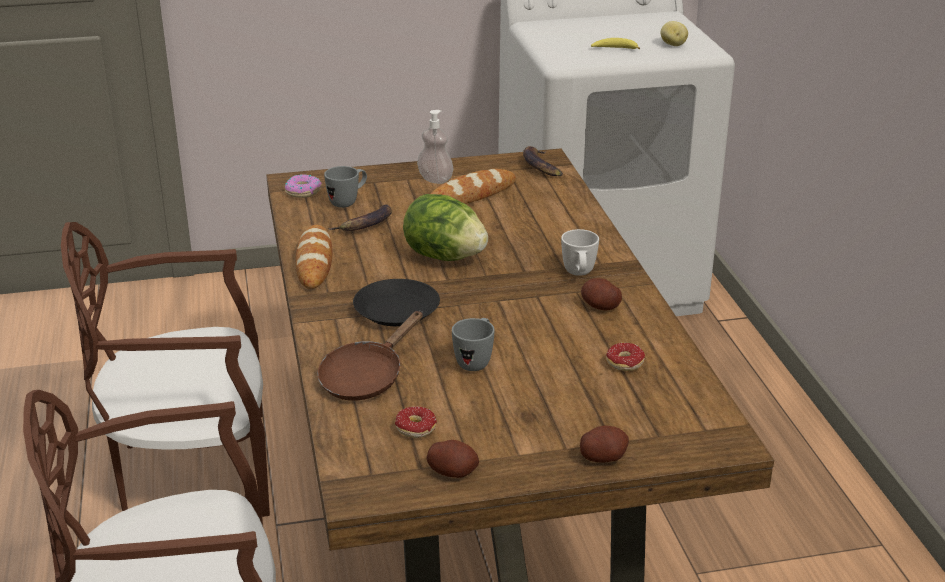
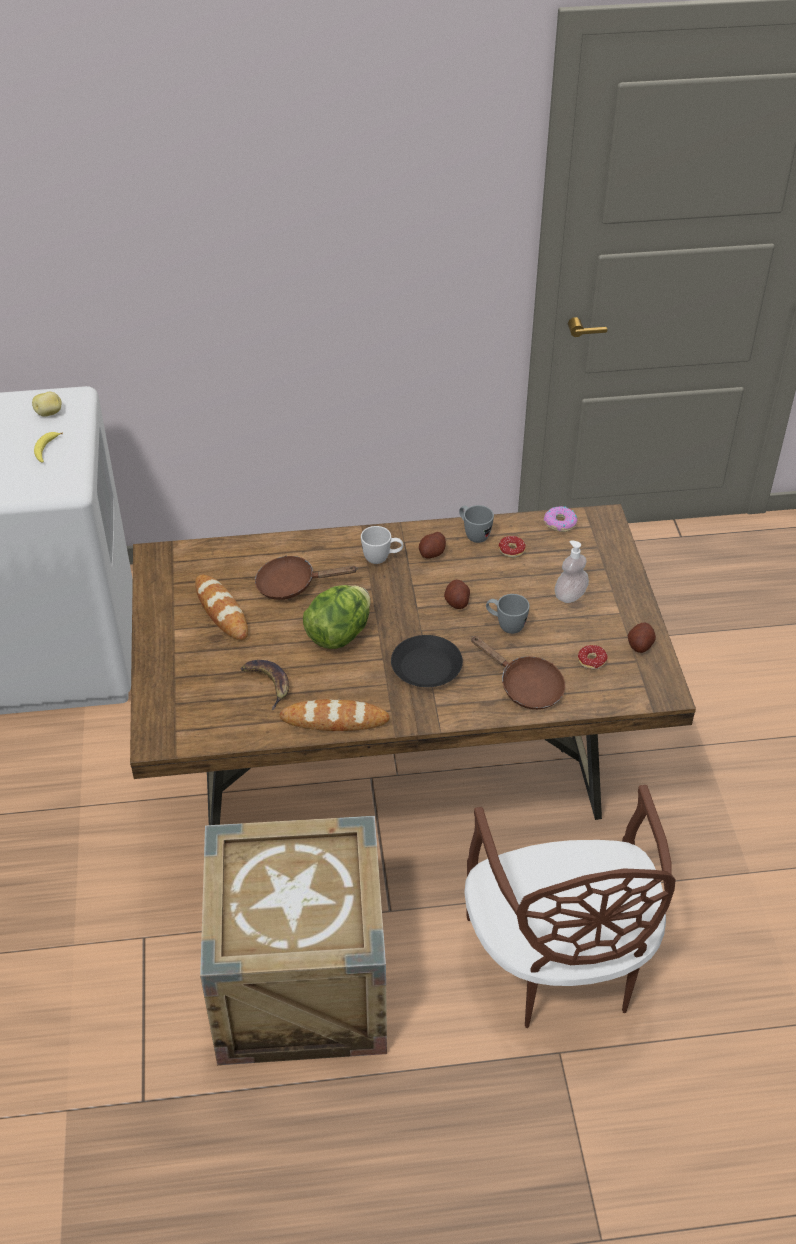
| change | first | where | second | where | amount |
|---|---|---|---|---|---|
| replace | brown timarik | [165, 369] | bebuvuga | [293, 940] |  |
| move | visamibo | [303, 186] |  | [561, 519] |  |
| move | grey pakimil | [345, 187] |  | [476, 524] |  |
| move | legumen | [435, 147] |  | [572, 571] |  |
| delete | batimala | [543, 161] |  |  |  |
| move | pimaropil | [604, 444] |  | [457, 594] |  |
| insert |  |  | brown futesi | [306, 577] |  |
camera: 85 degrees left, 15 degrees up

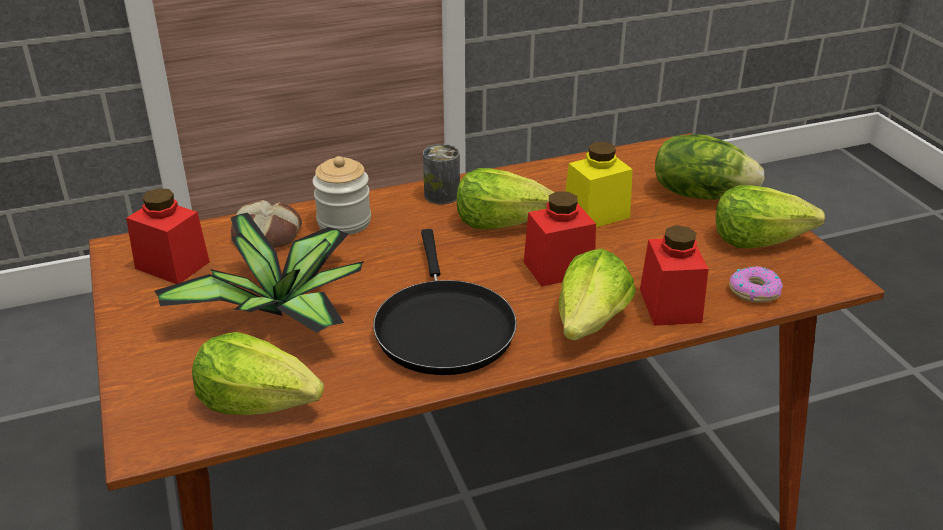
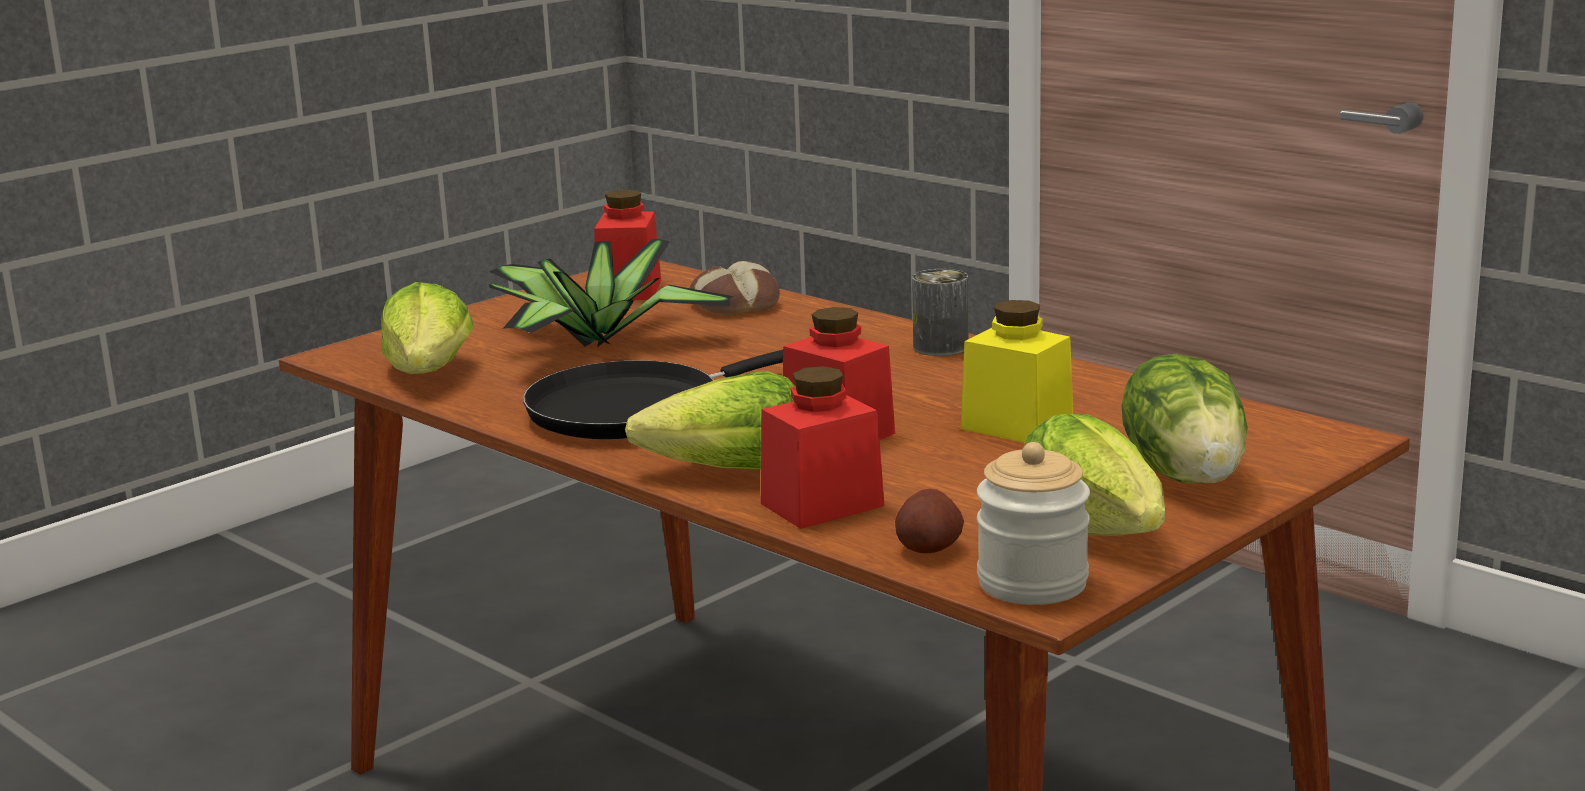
| change | first | where | second | where | amount |
|---|---|---|---|---|---|
| move | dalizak | [342, 195] |  | [1033, 523] |  |
| delete | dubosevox | [506, 198] |  |  |  |
| replace | visamibo | [756, 284] | pimaropil | [929, 521] |  |
camera: 65 degrees right, 15 degrees down

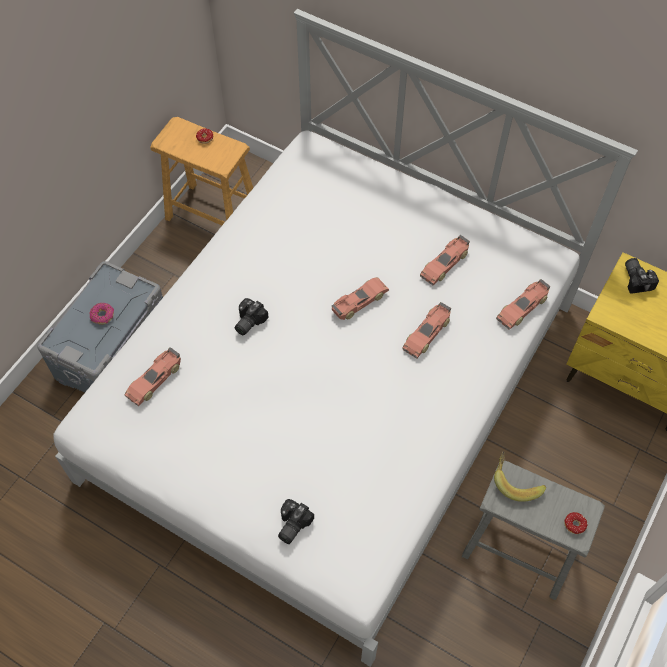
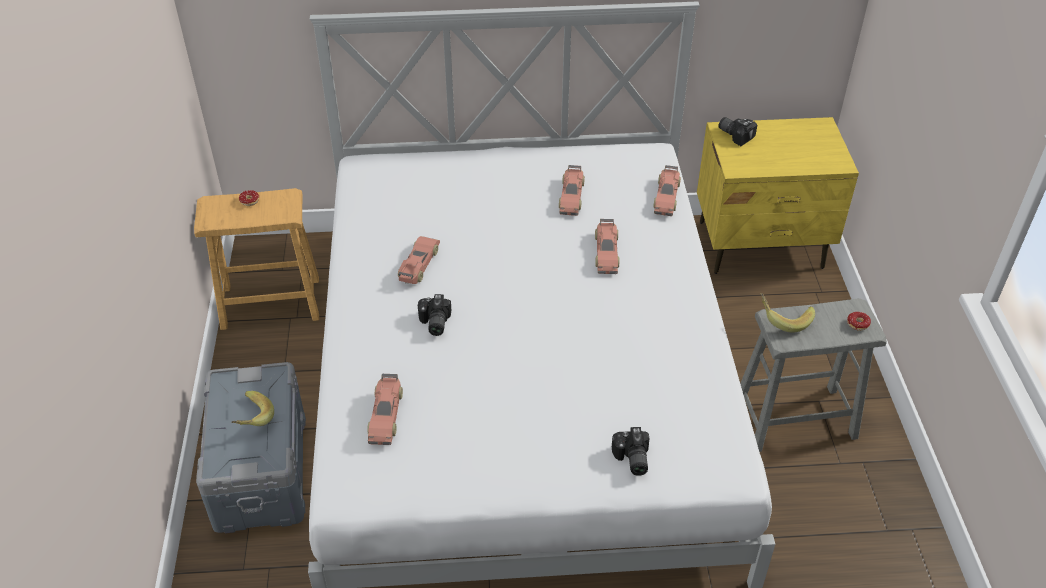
| change | first | where | second | where | amount |
|---|---|---|---|---|---|
| replace | visamibo | [101, 313] | batimala | [252, 408] |  |
| move | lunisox | [360, 298] |  | [419, 260] |  |
camera: 35 degrees left, 15 degrees down

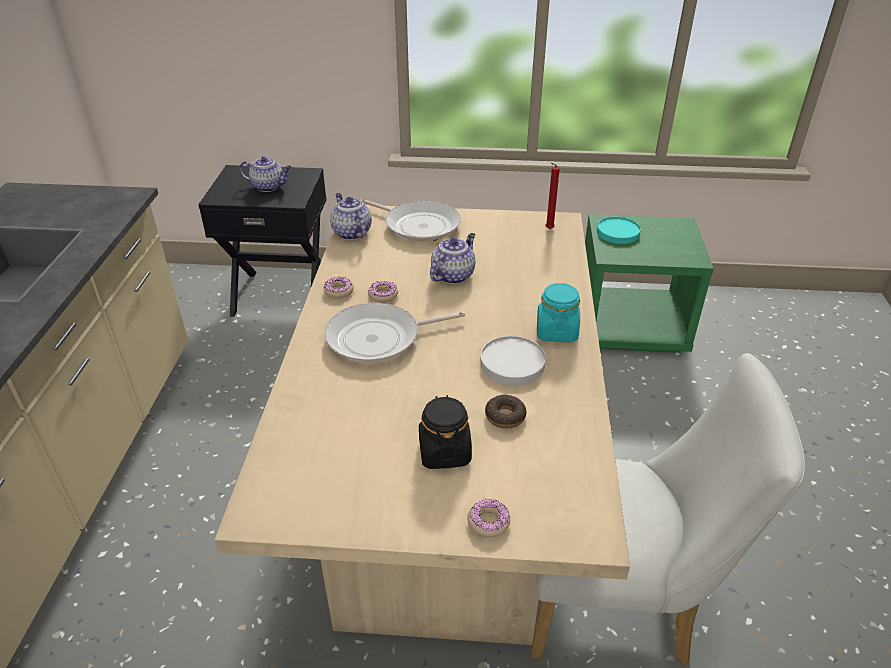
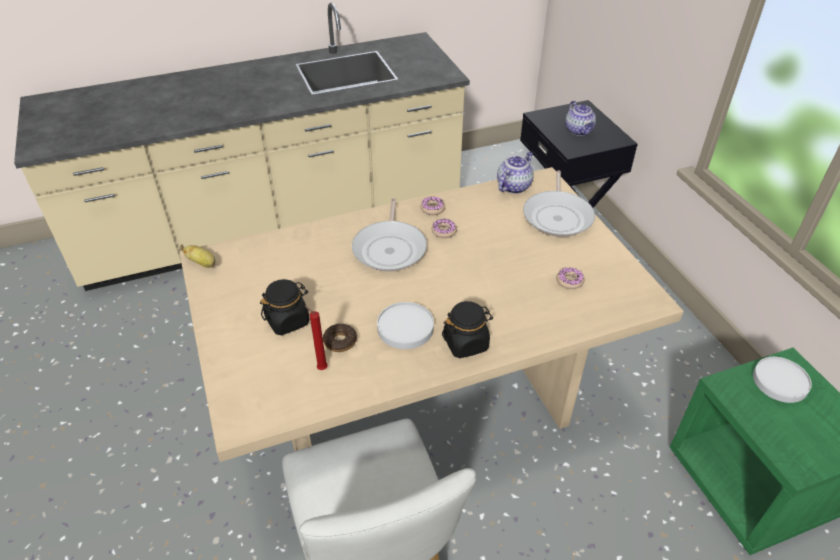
| change | first | where | second | where | amount |
|---|---|---|---|---|---|
| rotate | futesi | [394, 333] |  | [389, 235] | 135 degrees counterclockwise |
| delete | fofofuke | [452, 258] |  |  |  |
| move | visamibo | [488, 518] |  | [570, 278] |  |
| recolor | turquoise dalizak | [558, 312] | black dalizak | [467, 329] |  |
| move | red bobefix | [552, 196] |  | [316, 337] |  |
| recolor | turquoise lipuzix | [619, 230] | white lipuzix | [782, 380] |  |
| insert |  |  | batimala | [198, 256] |  |
camera: 65 degrees right, 5 degrees up

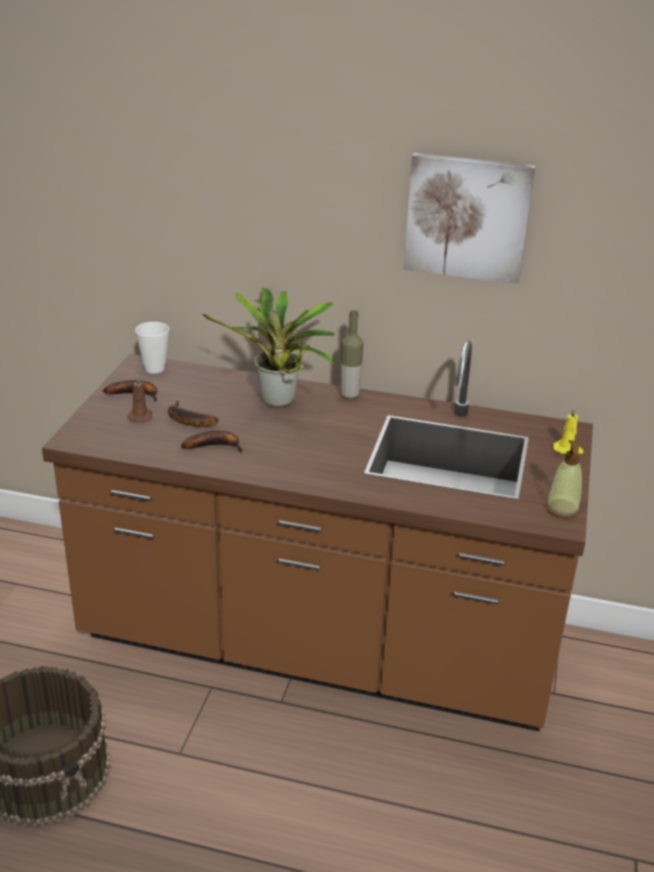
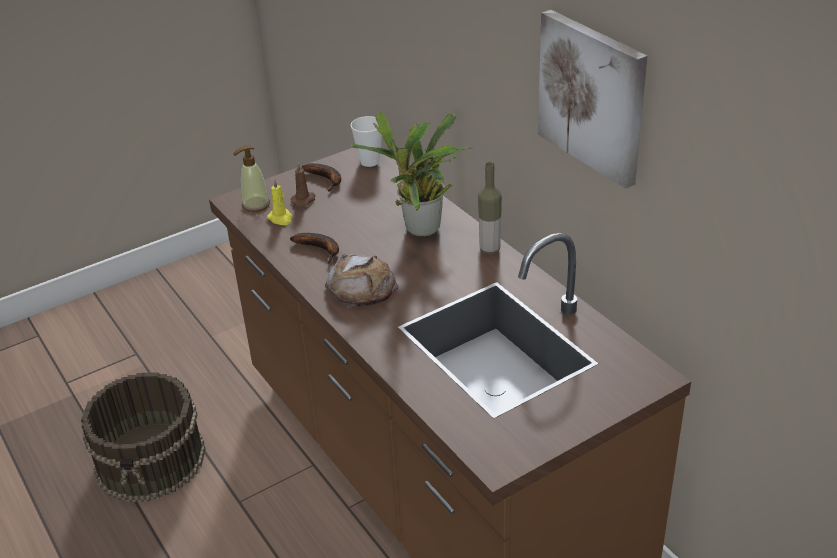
| change | first | where | second | where | amount |
|---|---|---|---|---|---|
| delete | batimala | [193, 413] |  |  |  |
| move | legumen | [564, 479] |  | [251, 178] |  |
| move | yellow bobefix | [568, 430] |  | [279, 202] |  |
| insert |  |  | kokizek | [361, 281] |  |
camera: 45 degrees right, 5 degrees up

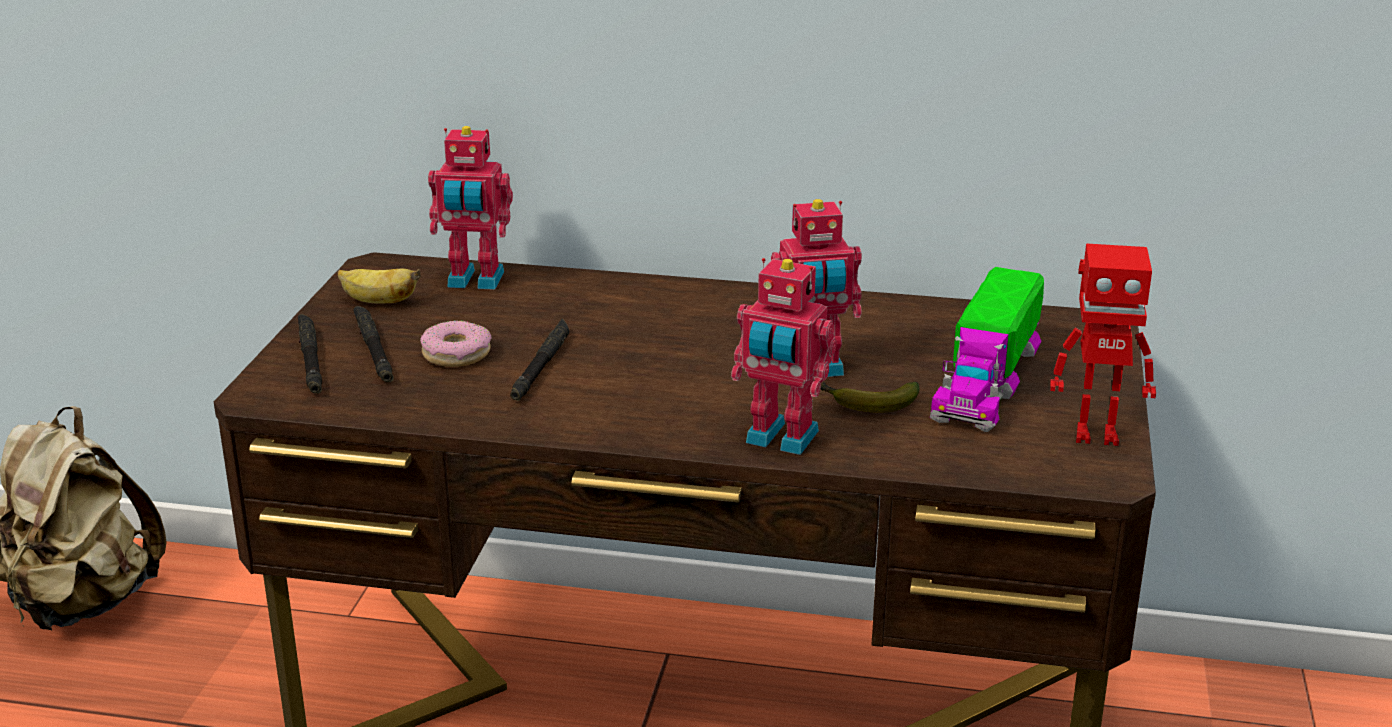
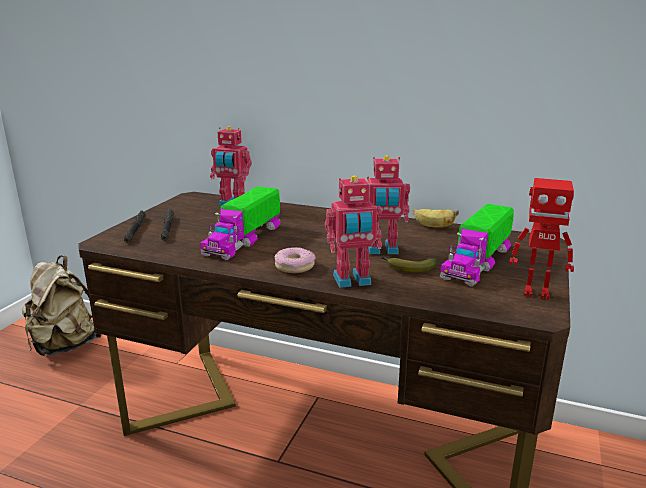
| change | first | where | second | where | amount |
|---|---|---|---|---|---|
| move | batimala | [379, 286] |  | [435, 218] |  |
| move | visamibo | [456, 343] |  | [295, 260] |  |
| replace | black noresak | [539, 360] | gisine | [240, 223] |  |
| rotate | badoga | [783, 356] |  | [353, 232] | 45 degrees counterclockwise |
camera: 10 degrees right, 5 degrees down

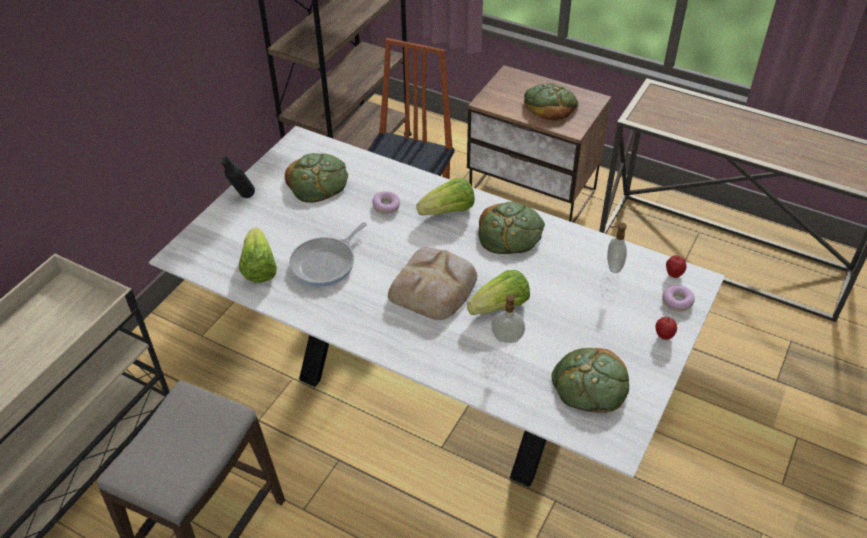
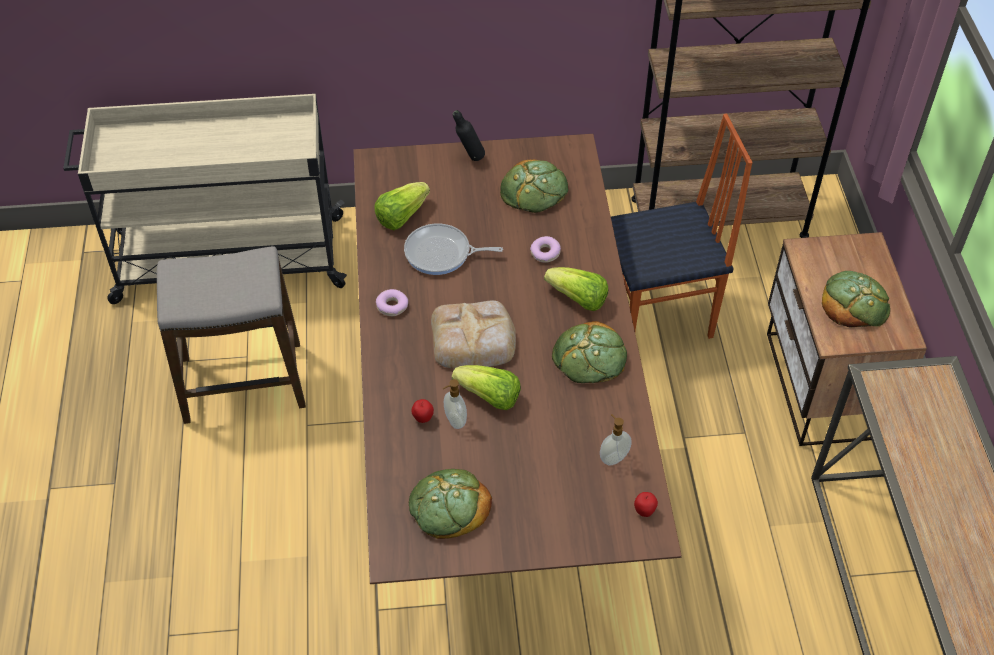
| change | first | where | second | where | amount |
|---|---|---|---|---|---|
| recolor | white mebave | [437, 306] | brown mebave | [517, 359] |  |
| move | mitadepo | [666, 328] |  | [422, 411] |  |
| move | visamibo | [678, 298] |  | [392, 302] |  |
camera: 55 degrees right, 5 degrees up

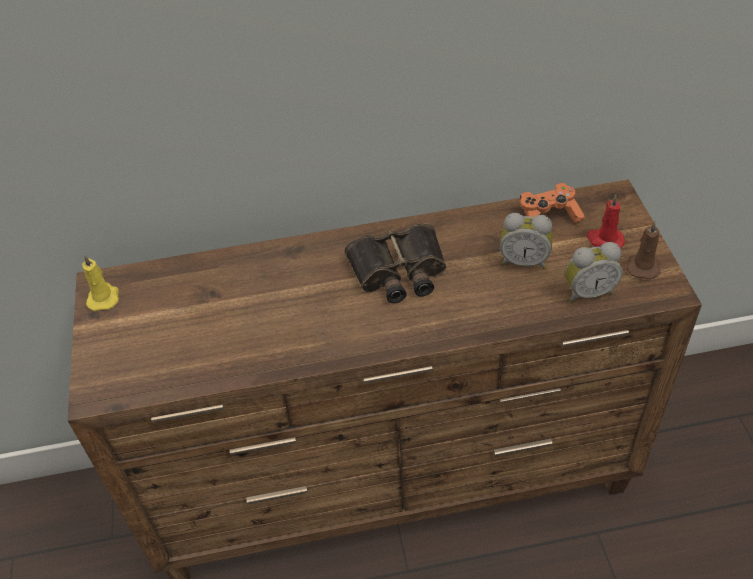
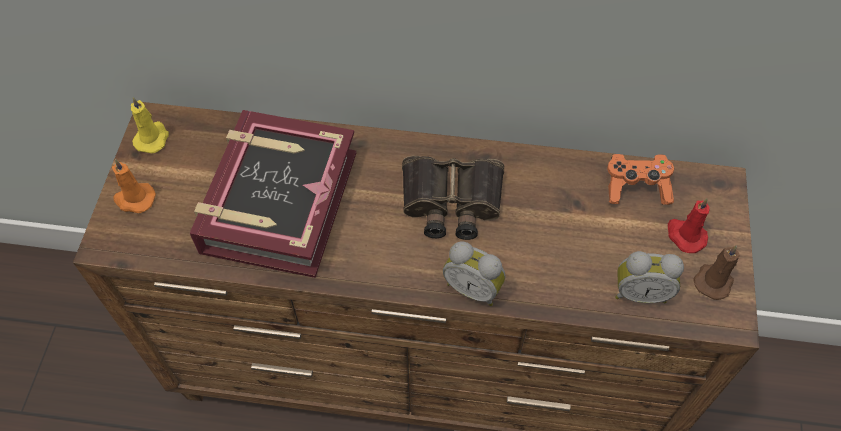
| change | first | where | second | where | amount |
|---|---|---|---|---|---|
| move | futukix | [526, 241] |  | [474, 274] |  |
| insert |  |  | orange bobefix | [134, 186] |  |
| insert |  |  | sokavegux | [273, 194] |  |
camera: 15 degrees right, 10 degrees up

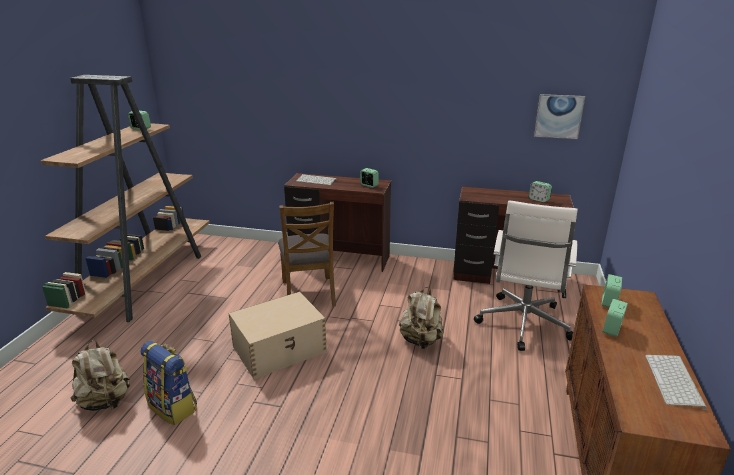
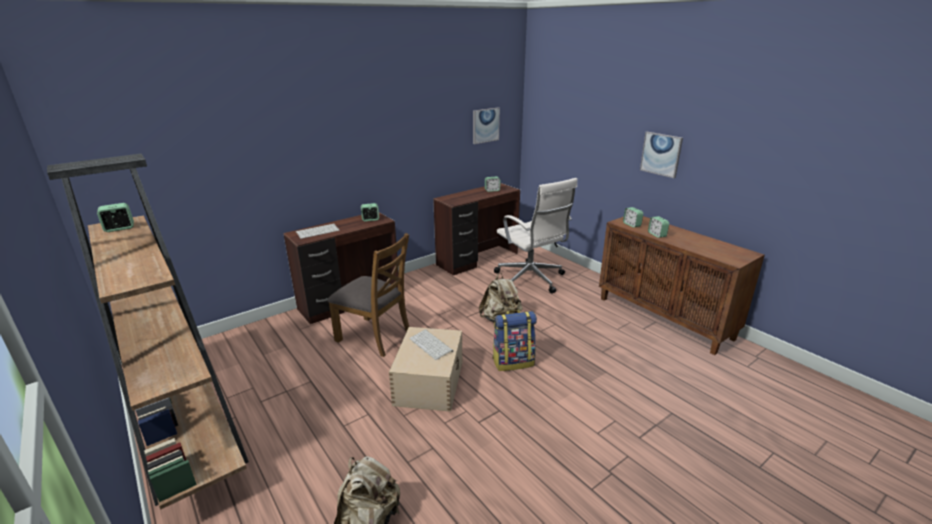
| change | first | where | second | where | amount |
|---|---|---|---|---|---|
| move | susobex | [168, 383] |  | [514, 340] |  |
| move | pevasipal | [676, 382] |  | [431, 344] |  |
| insert |  |  | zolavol | [661, 155] |  |
camera: 50 degrees left, 0 degrees up

